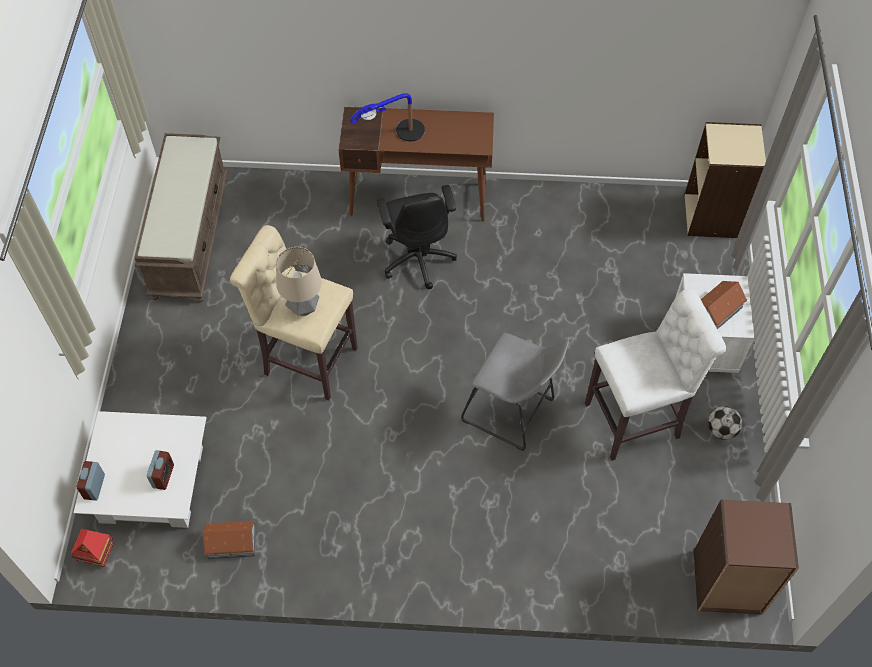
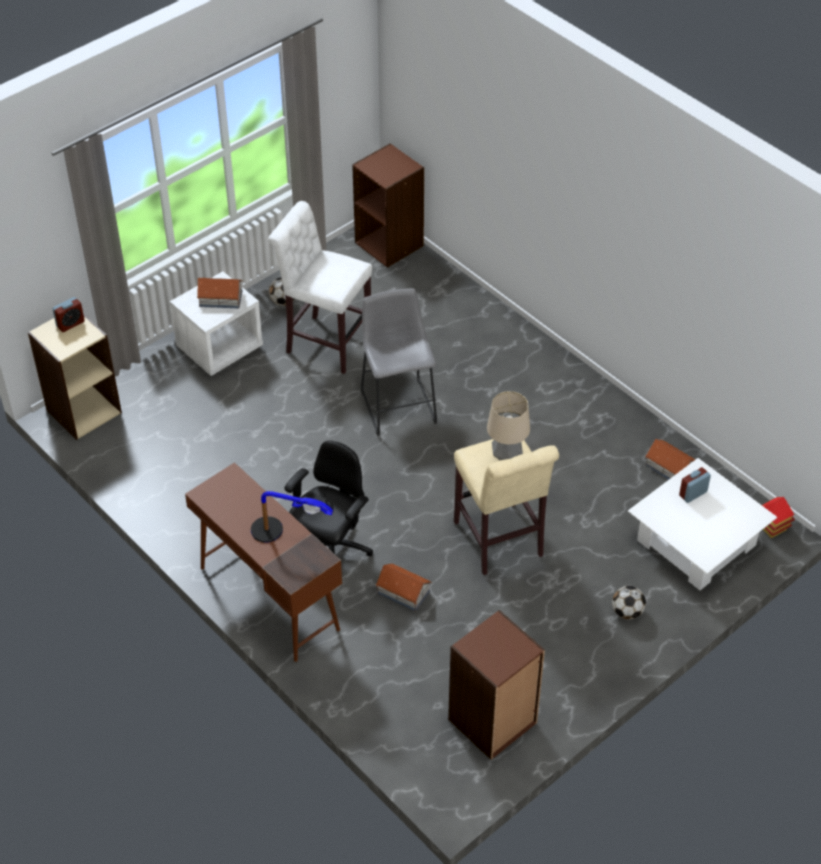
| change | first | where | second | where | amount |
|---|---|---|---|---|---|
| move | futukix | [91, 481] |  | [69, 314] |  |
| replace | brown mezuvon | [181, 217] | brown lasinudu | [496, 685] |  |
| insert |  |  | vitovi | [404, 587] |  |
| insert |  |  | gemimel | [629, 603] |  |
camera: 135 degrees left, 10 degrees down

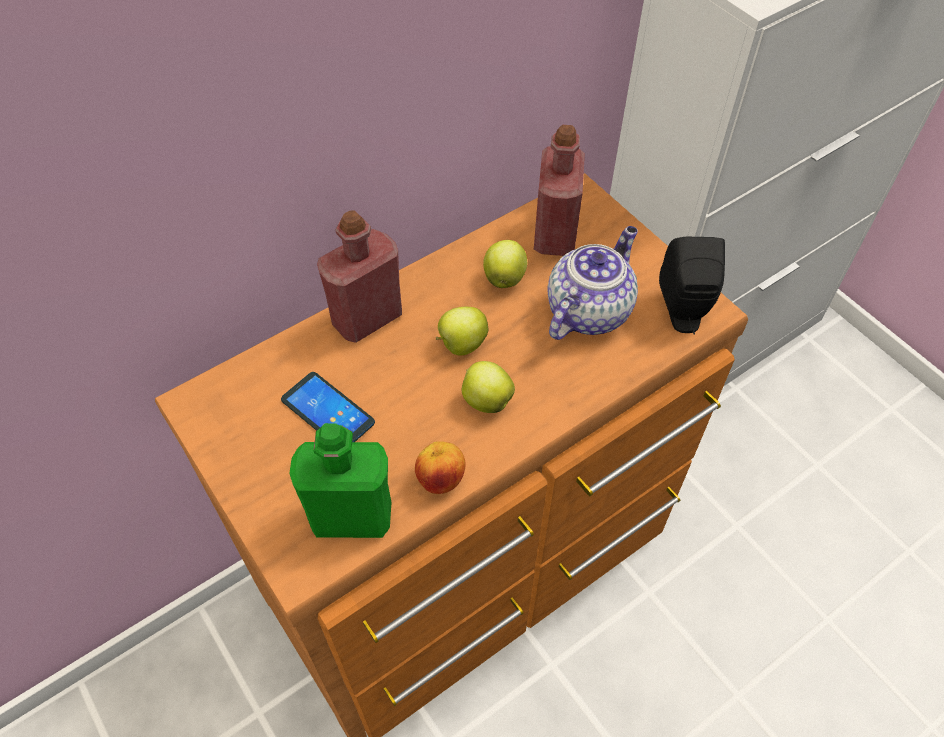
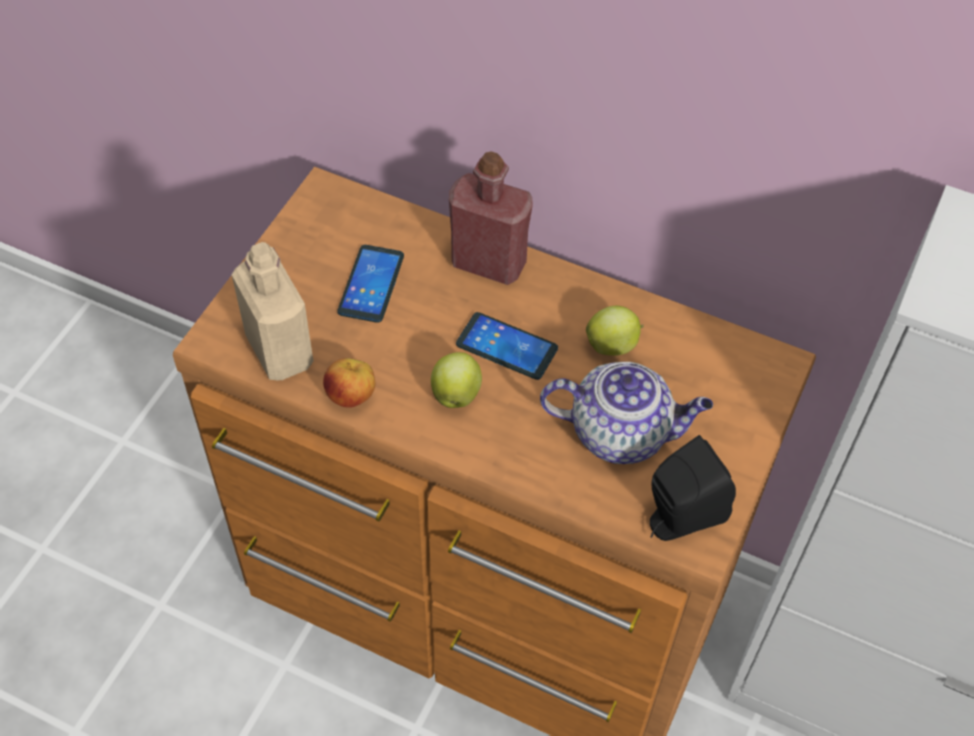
| change | first | where | second | where | amount |
|---|---|---|---|---|---|
| recolor | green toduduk | [340, 480] | beige toduduk | [272, 311] |  |
| replace | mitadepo | [462, 331] | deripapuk | [507, 346] |  |
| delete | red toduduk | [559, 190] |  |  |  |
camera: 60 degrees right, 0 degrees up

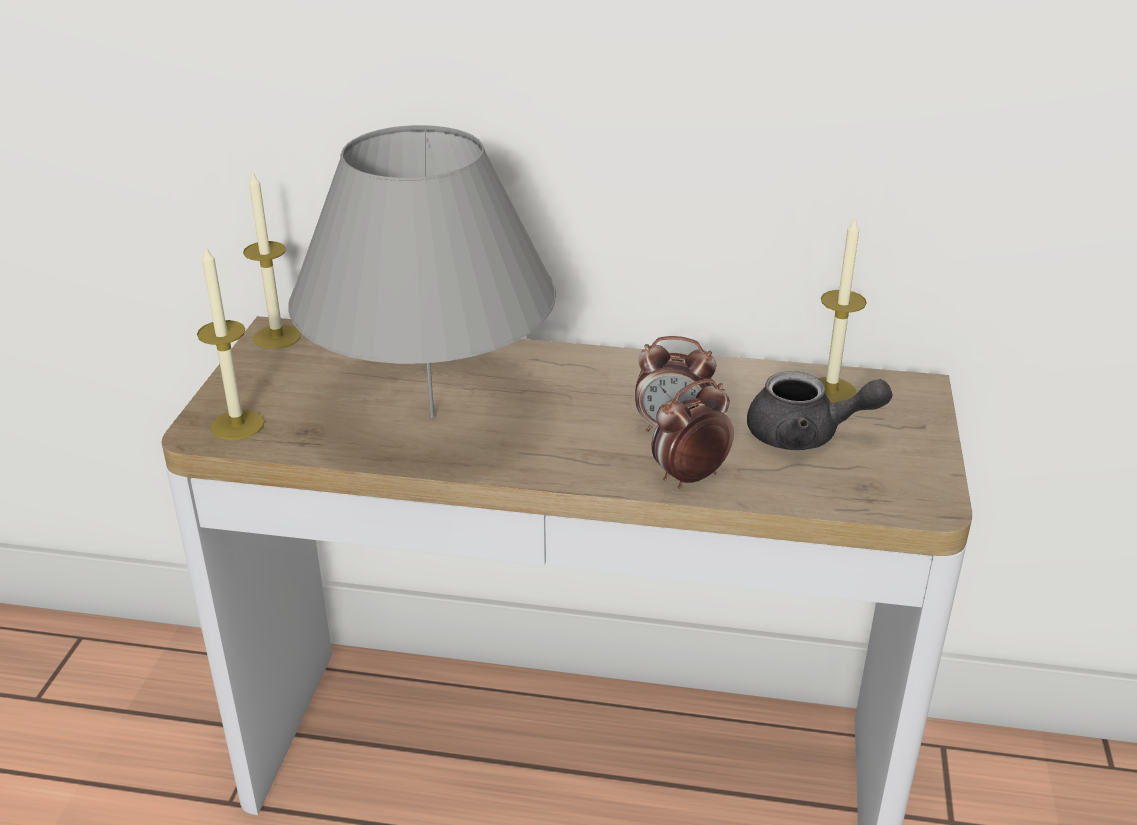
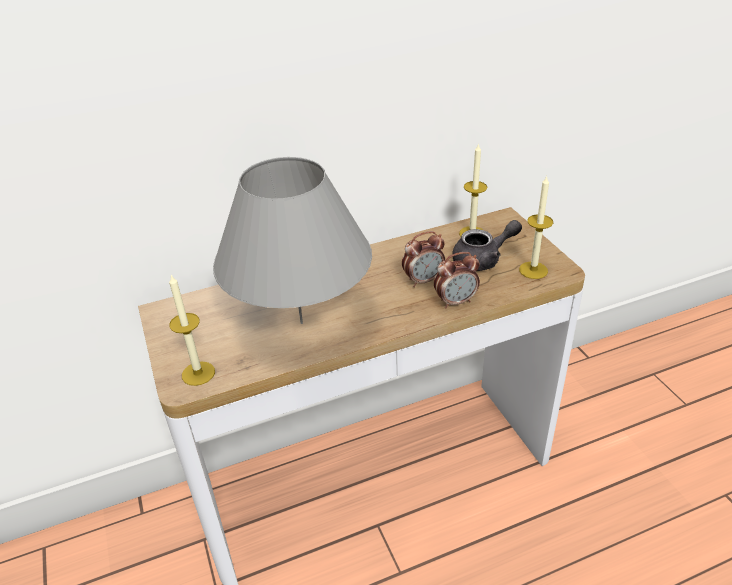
| change | first | where | second | where | amount |
|---|---|---|---|---|---|
| move | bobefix | [272, 260] |  | [536, 227] |  |
| rotate | futukix | [693, 434] |  | [457, 280] | 135 degrees counterclockwise |
camera: 30 degrees left, 5 degrees up

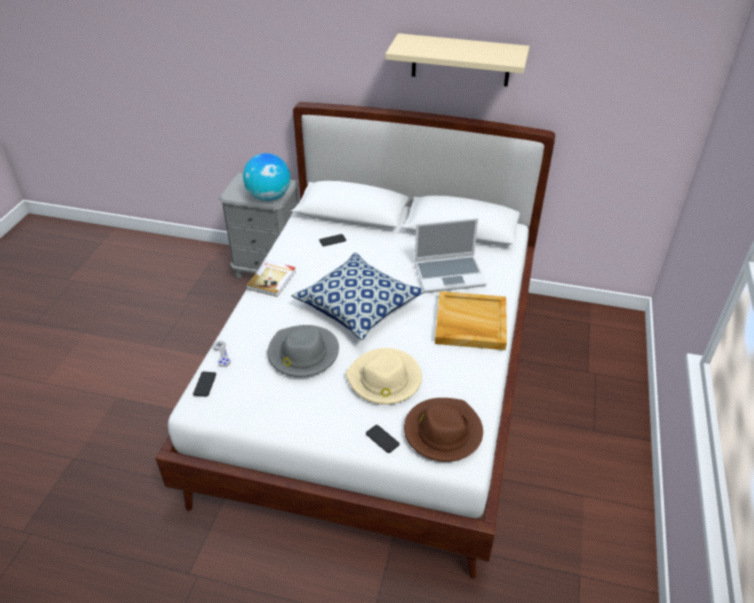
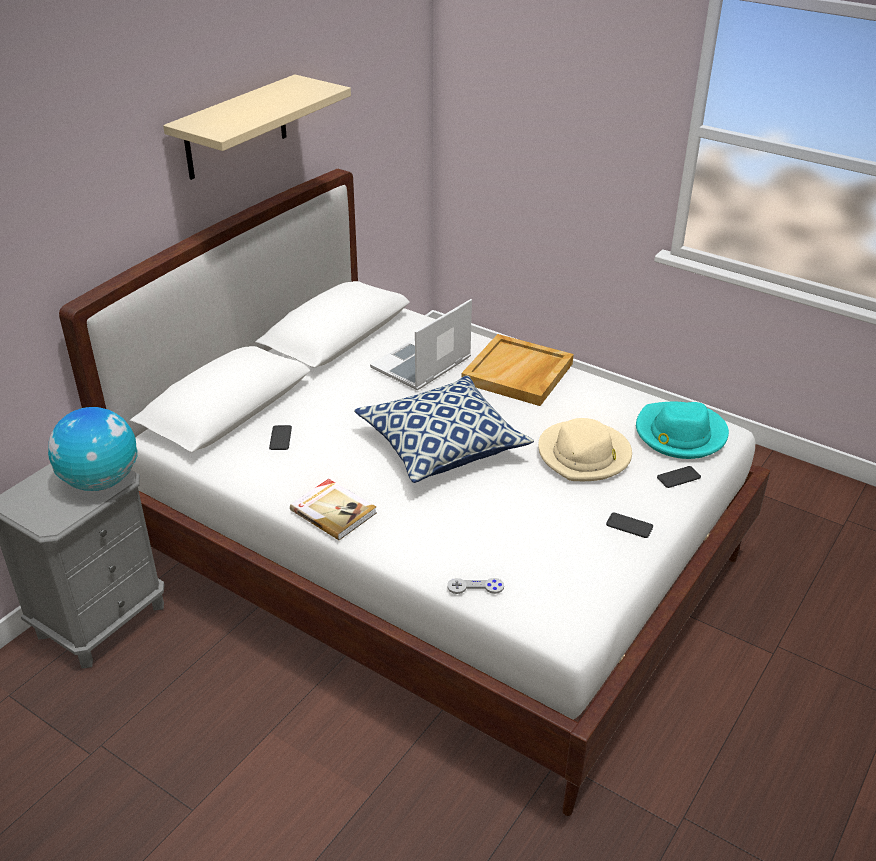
| change | first | where | second | where | amount |
|---|---|---|---|---|---|
| move | deripapuk | [204, 384] |  | [629, 525] |  |
| delete | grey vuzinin | [303, 351] |  |  |  |
| recolor | brown vuzinin | [443, 430] | turquoise vuzinin | [682, 430] |  |
| rotate | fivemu | [450, 255] |  | [421, 344] | 150 degrees counterclockwise |
camera: 70 degrees left, 5 degrees down

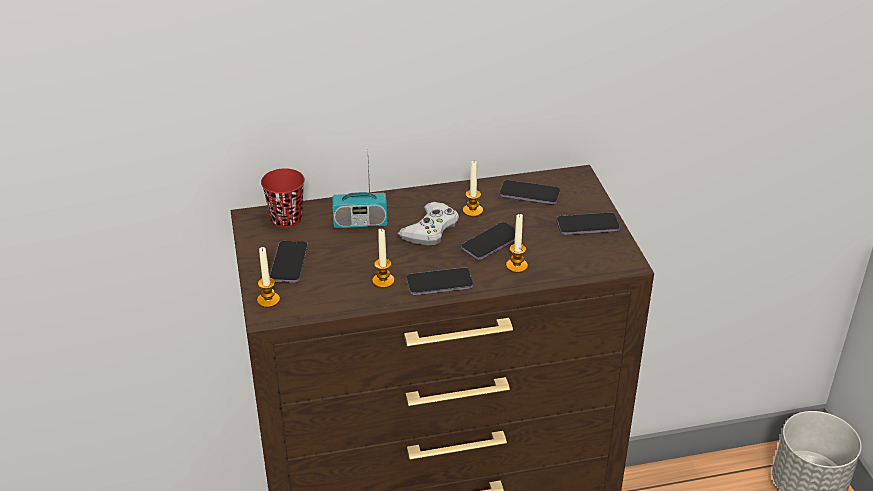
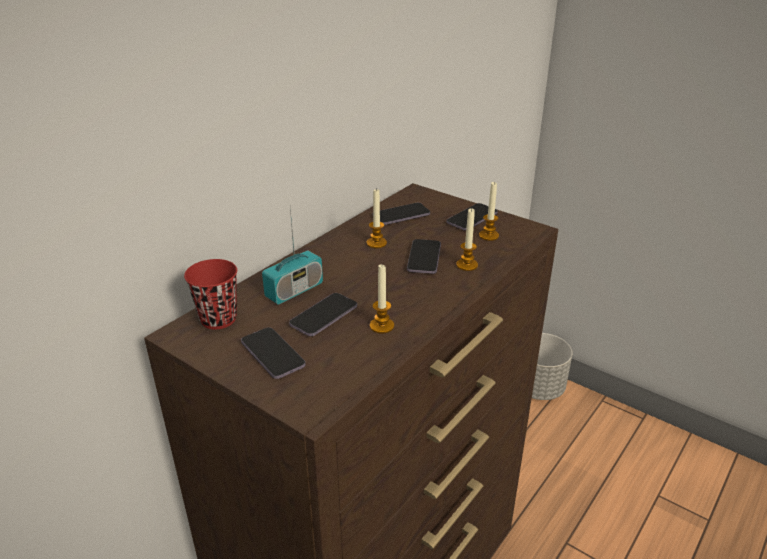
| change | first | where | second | where | amount |
|---|---|---|---|---|---|
| move | bobefix | [268, 277] |  | [489, 211] |  |
| delete | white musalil | [428, 223] |  |  |  |
| move | deripapuk | [439, 281] |  | [323, 314] |  |
camera: 40 degrees left, 5 degrees down

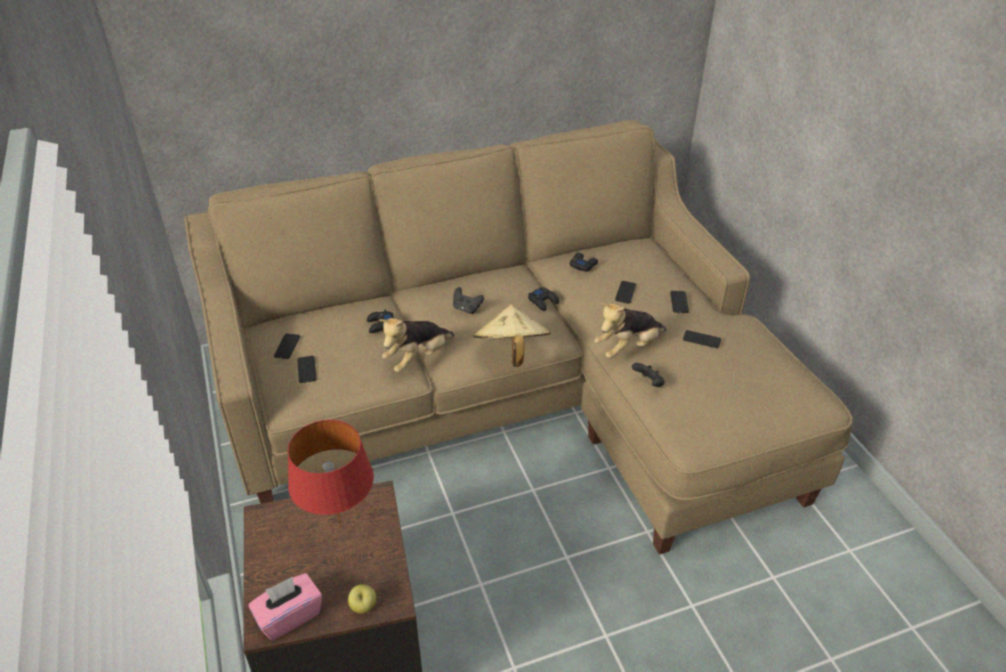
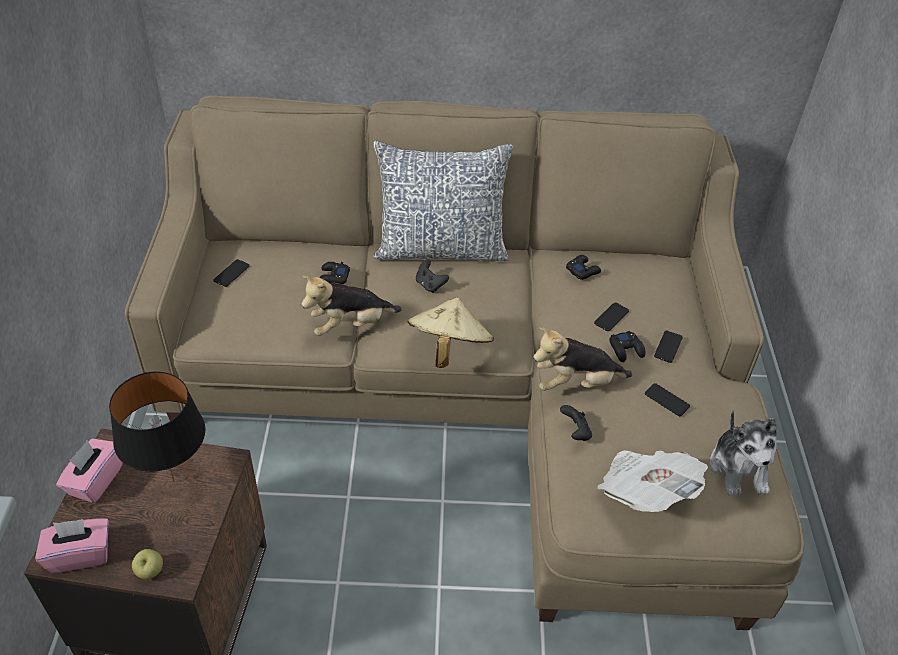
| change | first | where | second | where | amount |
|---|---|---|---|---|---|
| recolor | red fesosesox | [331, 474] | black fesosesox | [157, 426] |  |
| delete | deripapuk | [306, 369] |  |  |  |
| move | black musalil | [543, 299] |  | [627, 346] |  |
| insert |  |  | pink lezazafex | [89, 471] |  |
| insert |  |  | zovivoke | [443, 201] |  |
| insert |  |  | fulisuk | [652, 481] |  |
| insert |  |  | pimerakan | [743, 453] |  |
camera: 20 degrees right, 5 degrees up

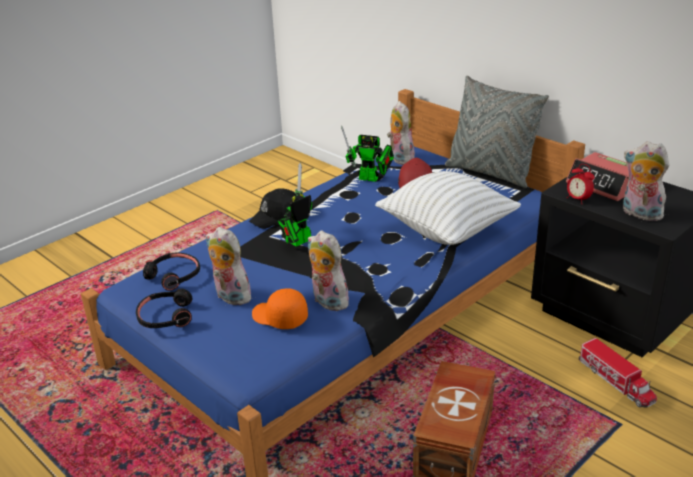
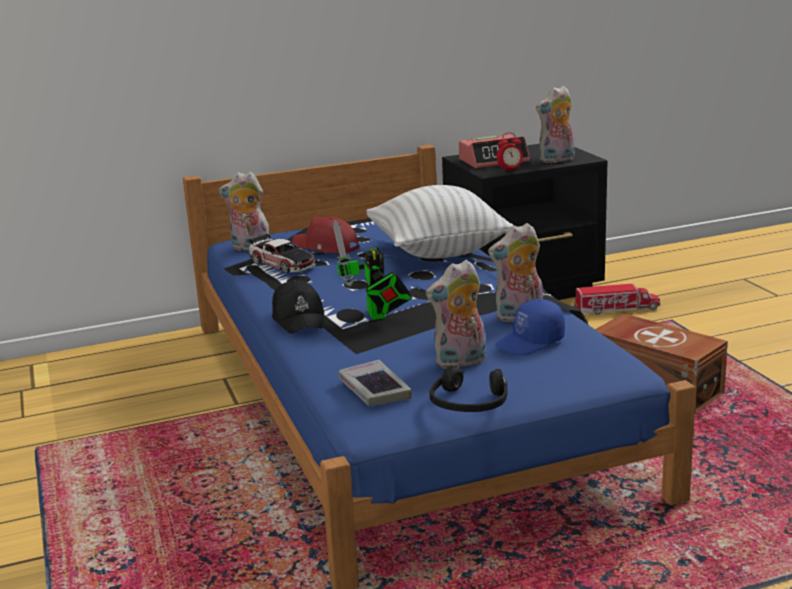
| change | first | where | second | where | amount |
|---|---|---|---|---|---|
| replace | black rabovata | [171, 272] | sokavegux | [375, 383] |  |
| recolor | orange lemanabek | [280, 308] | blue lemanabek | [530, 327] |  |
| replace | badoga | [367, 154] | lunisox | [282, 253] |  |
| delete | grey zovivoke | [497, 132] |  |  |  |
camera: 65 degrees left, 10 degrees down

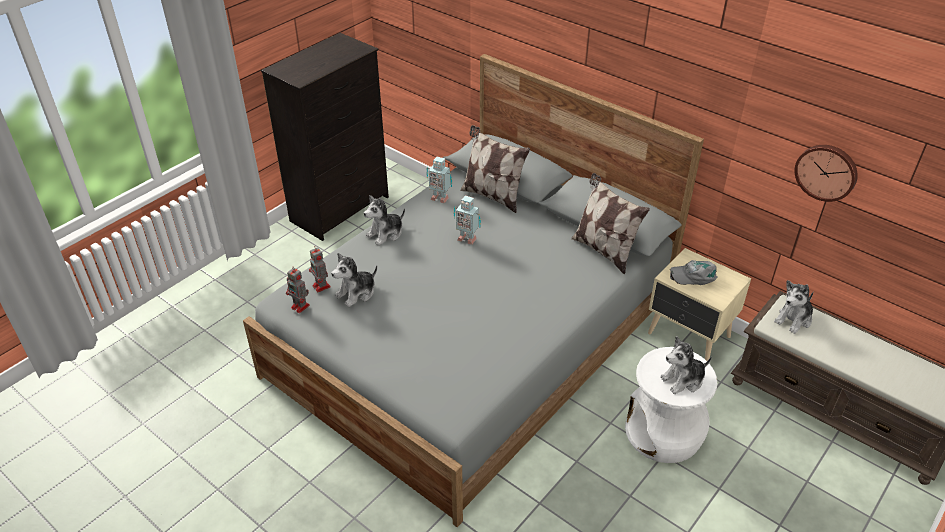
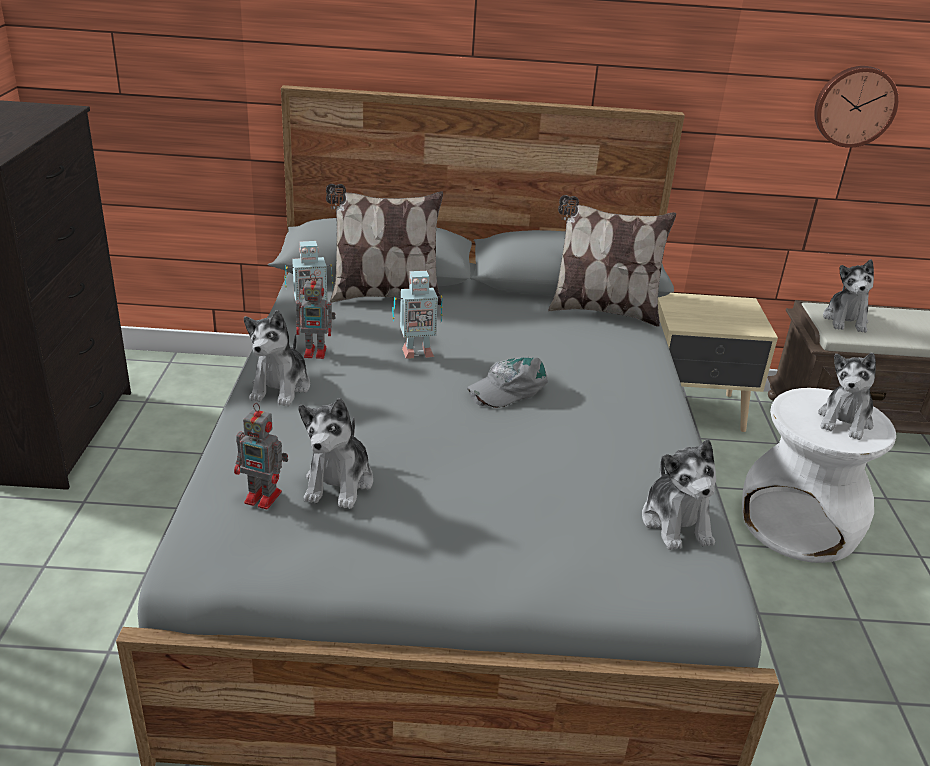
| change | first | where | second | where | amount |
|---|---|---|---|---|---|
| move | badoga | [298, 289] |  | [316, 316] |  |
| move | grey lemanabek | [694, 272] |  | [507, 382] |  |
| insert |  |  | pimerakan | [679, 494] |  |
camera: 40 degrees left, 10 degrees down

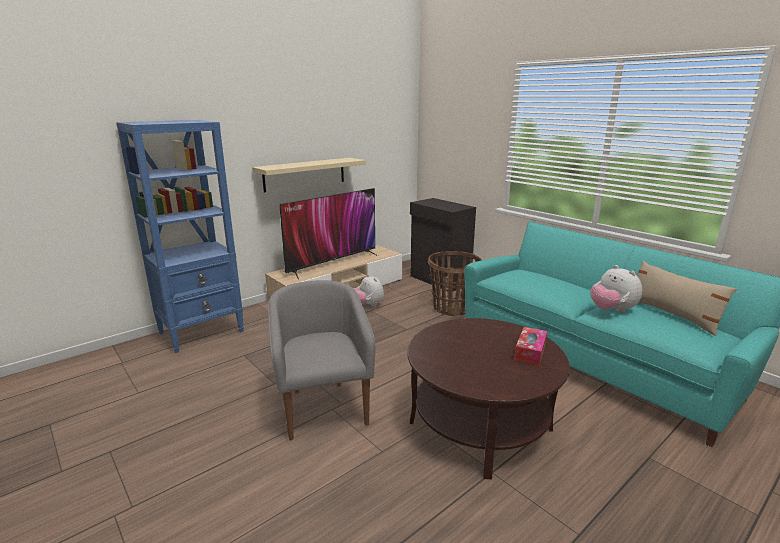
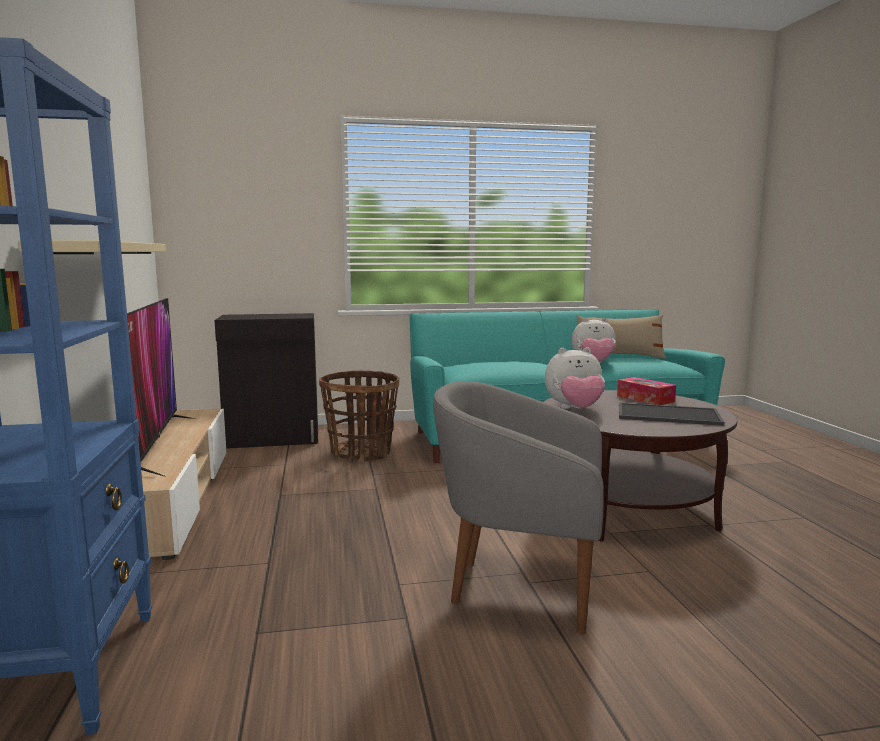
| change | first | where | second | where | amount |
|---|---|---|---|---|---|
| move | pimerakan | [369, 290] |  | [575, 378] |  |
| insert |  |  | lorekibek | [671, 414] |  |
camera: 60 degrees left, 10 degrees down

